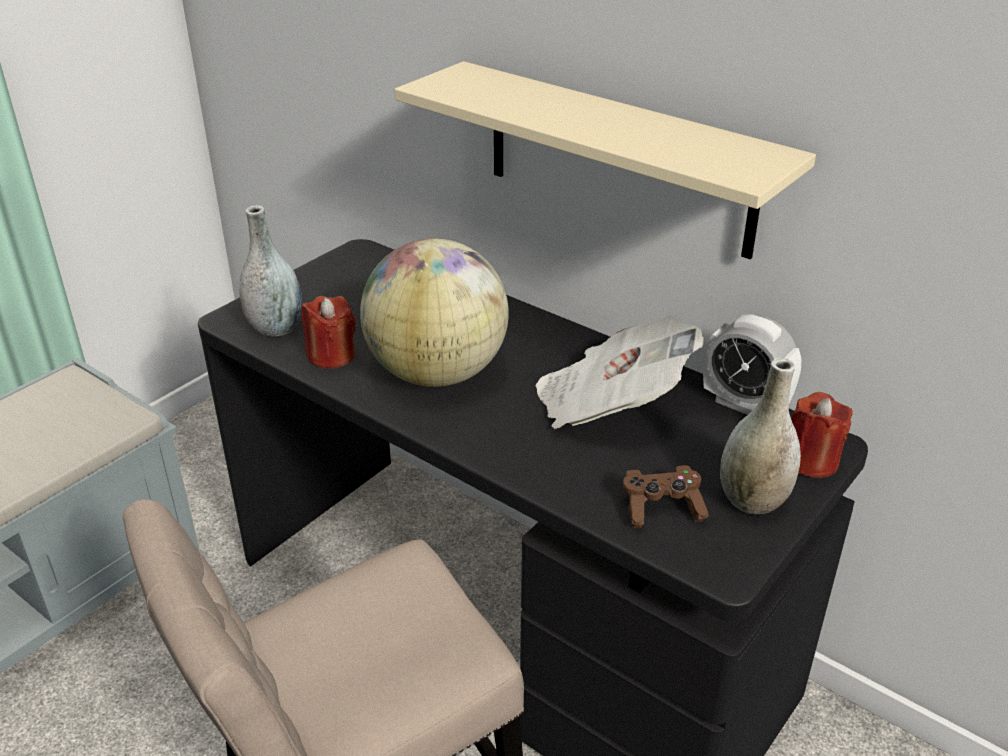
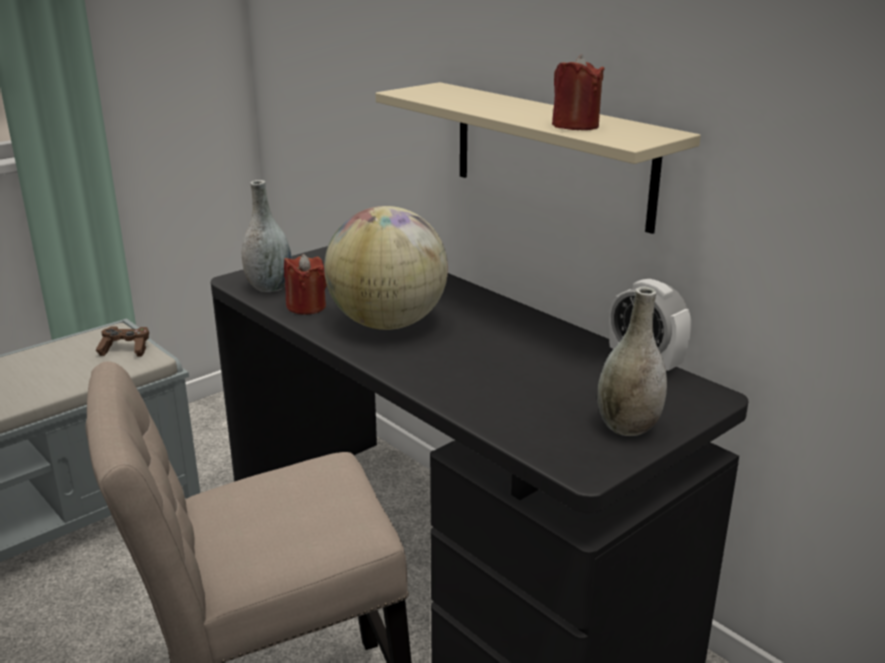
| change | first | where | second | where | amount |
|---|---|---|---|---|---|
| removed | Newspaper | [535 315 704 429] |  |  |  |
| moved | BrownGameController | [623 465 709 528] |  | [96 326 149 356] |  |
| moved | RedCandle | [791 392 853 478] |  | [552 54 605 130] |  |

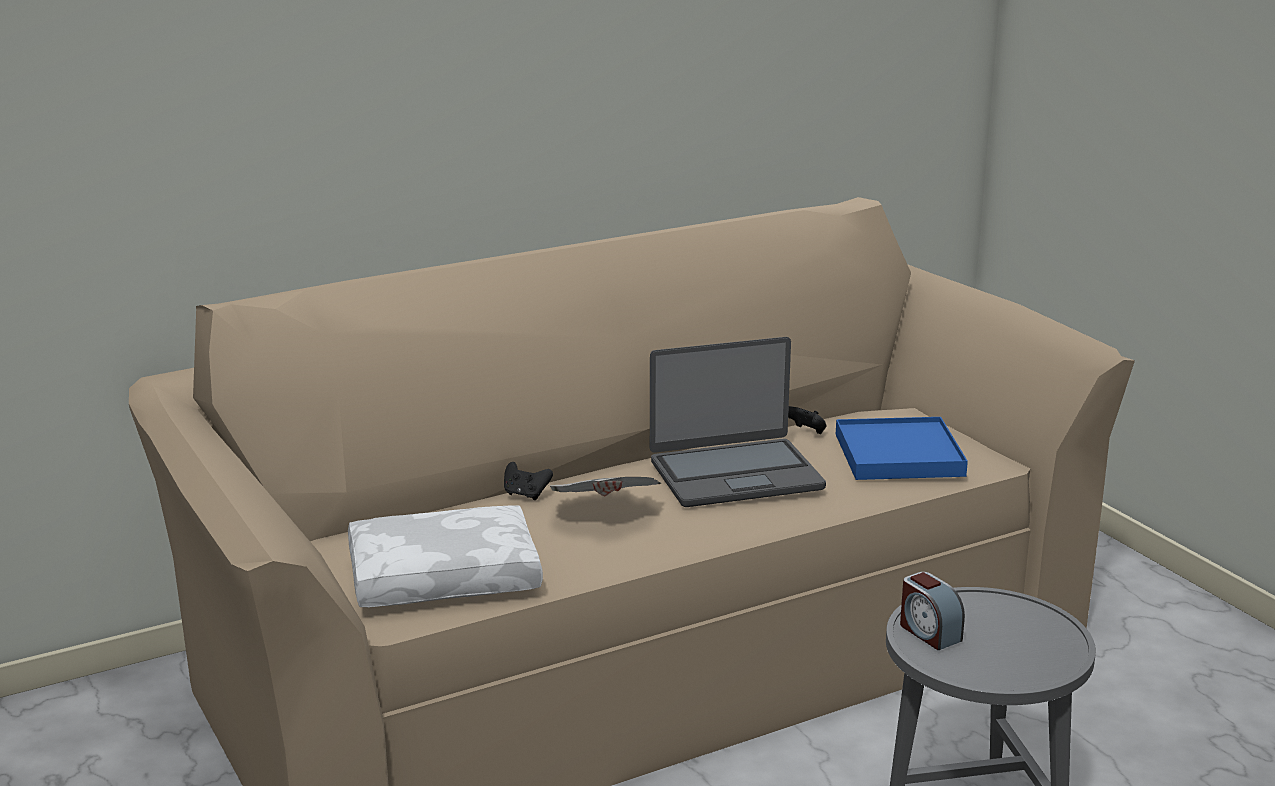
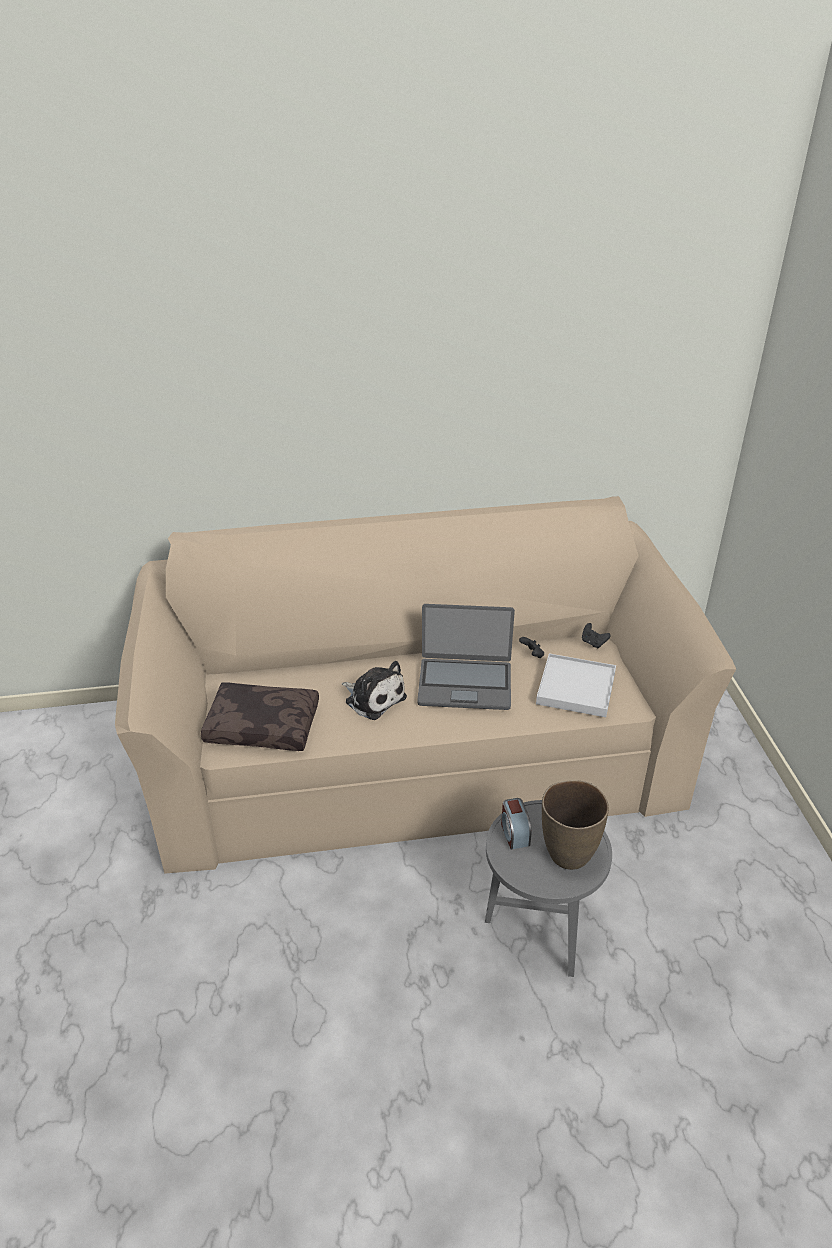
| change | first | where | second | where | amount |
|---|---|---|---|---|---|
| added |  |  | BrownVase | [542 780 609 870] |  |
| moved | BlackGameController | [504 462 553 500] |  | [582 623 611 649] |  |
| replaced | Newspaper | [550 477 661 496] | PlushToy | [342 661 407 720] |  |
| recoloured | WhitePillow | [348 505 543 607] | BrownPillow | [201 682 319 751] |  |
| recoloured | BlueTray | [836 417 968 480] | WhiteTray | [536 653 616 717] |  |

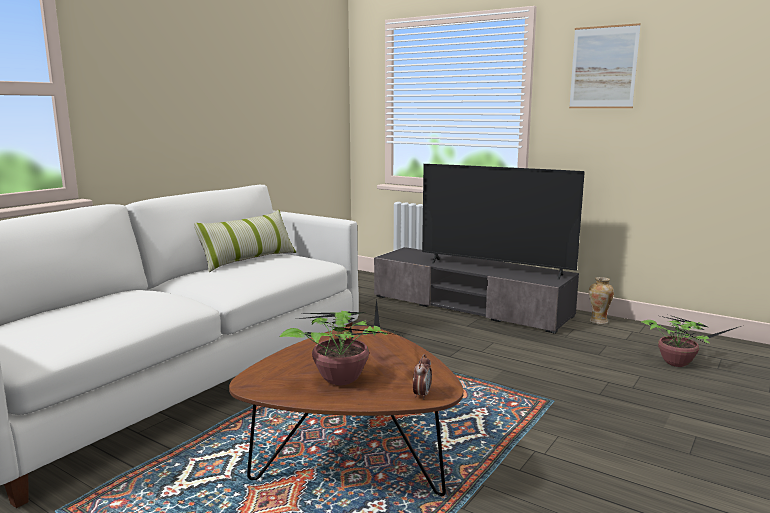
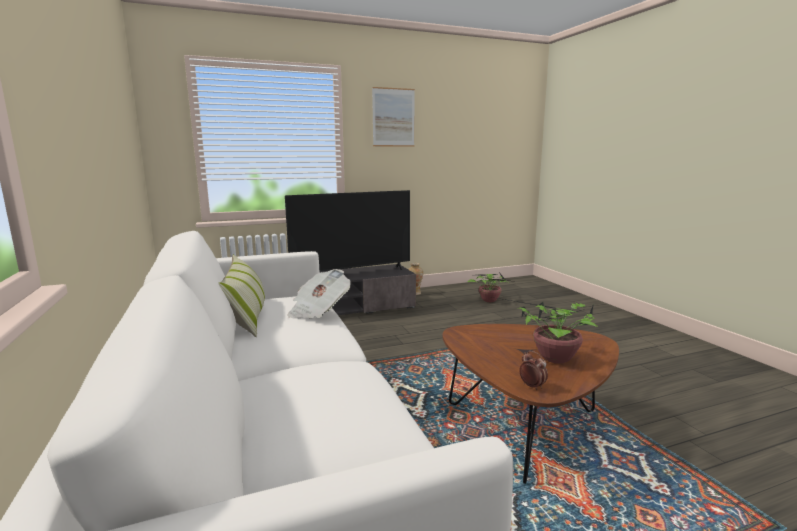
| change | first | where | second | where | amount |
|---|---|---|---|---|---|
| added |  |  | Newspaper | [287 269 351 319] |  |
| moved | AlarmClock | [413 354 432 400] |  | [519 351 548 390] |  |

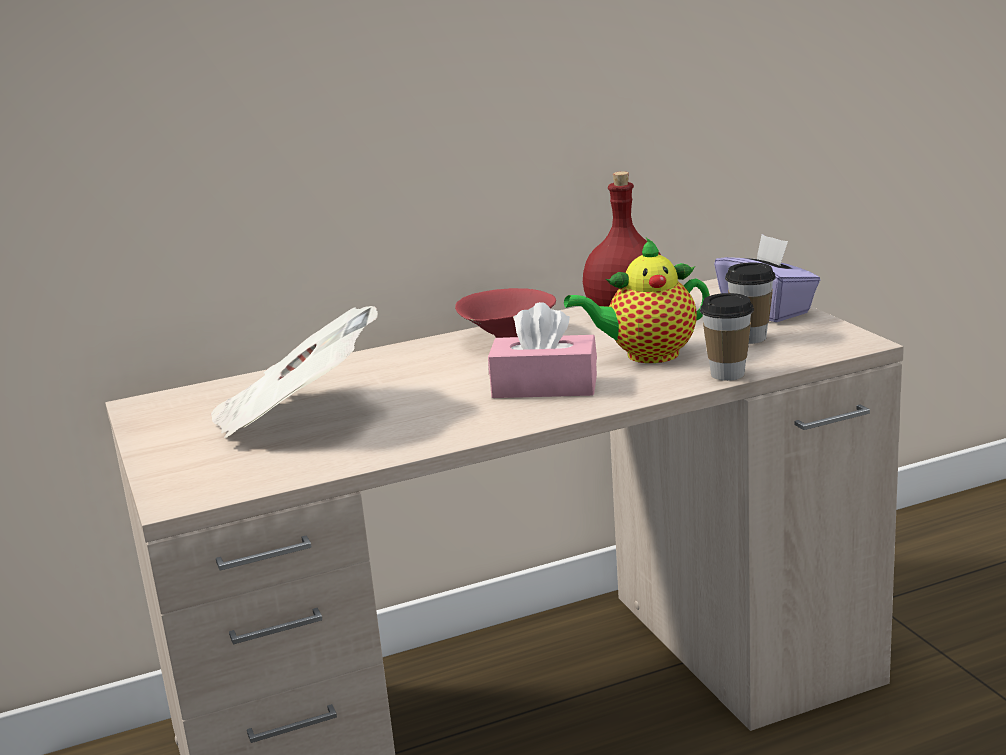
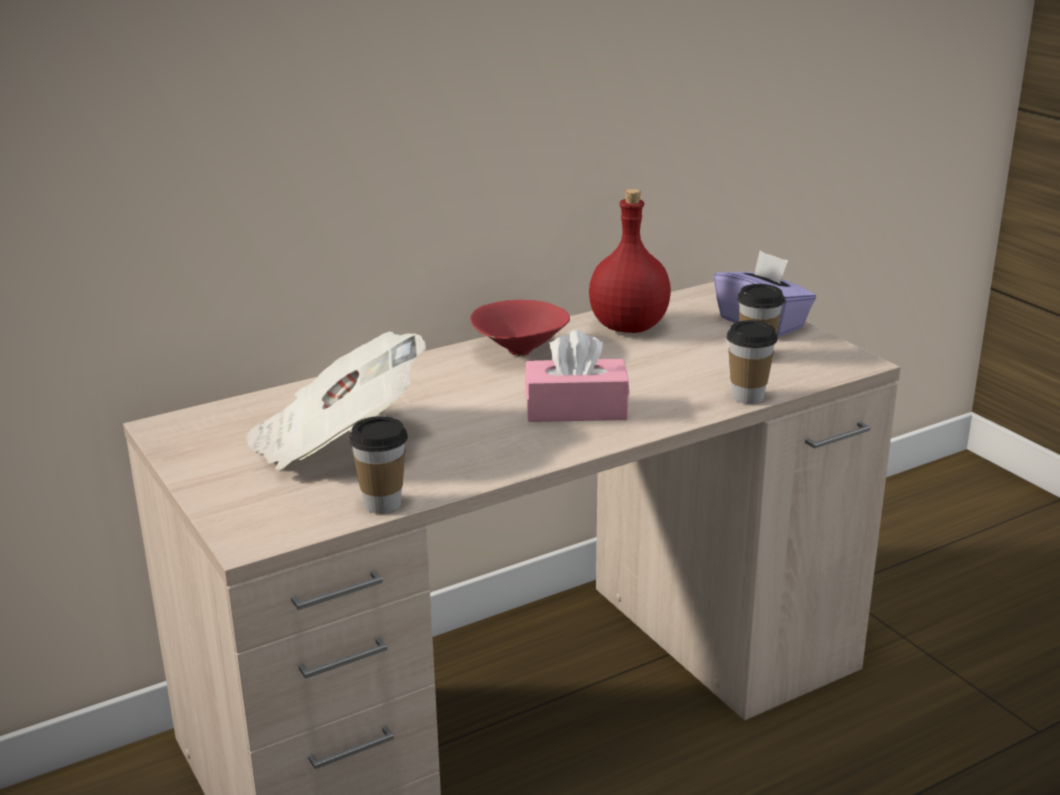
| change | first | where | second | where | amount |
|---|---|---|---|---|---|
| removed | Teapot | [564 238 710 363] |  |  |  |
| added |  |  | Cup | [349 416 408 514] |  |

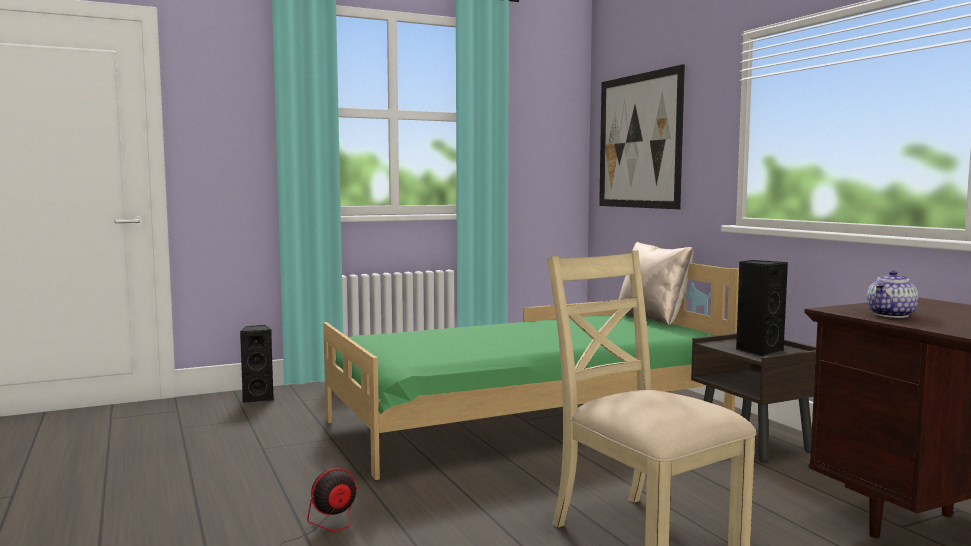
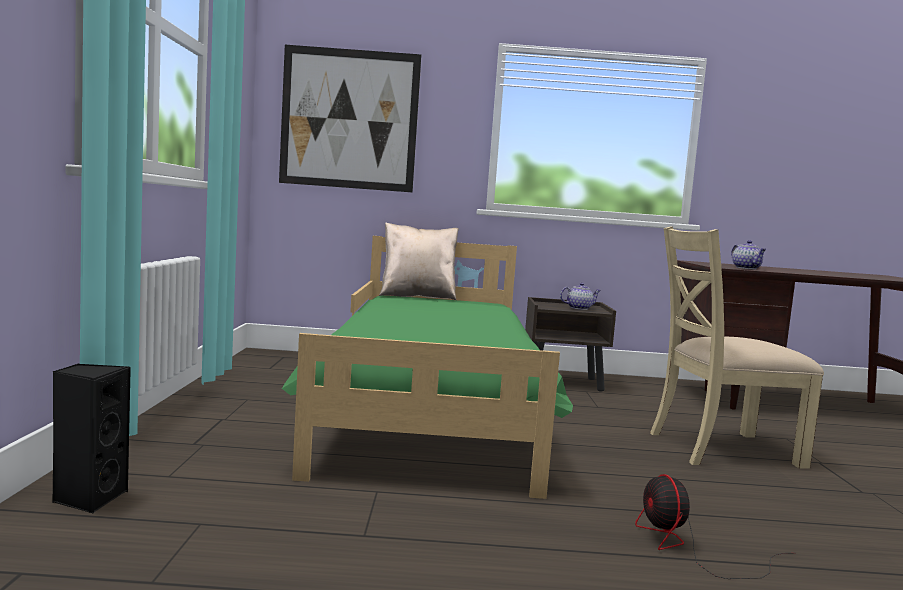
| change | first | where | second | where | amount |
|---|---|---|---|---|---|
| replaced | BlackSpeaker | [736 260 788 356] | Teapot | [560 283 601 310] |  |

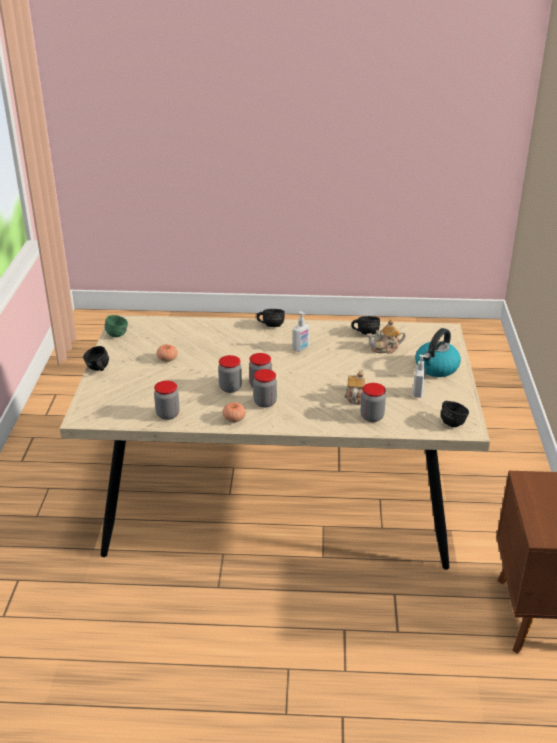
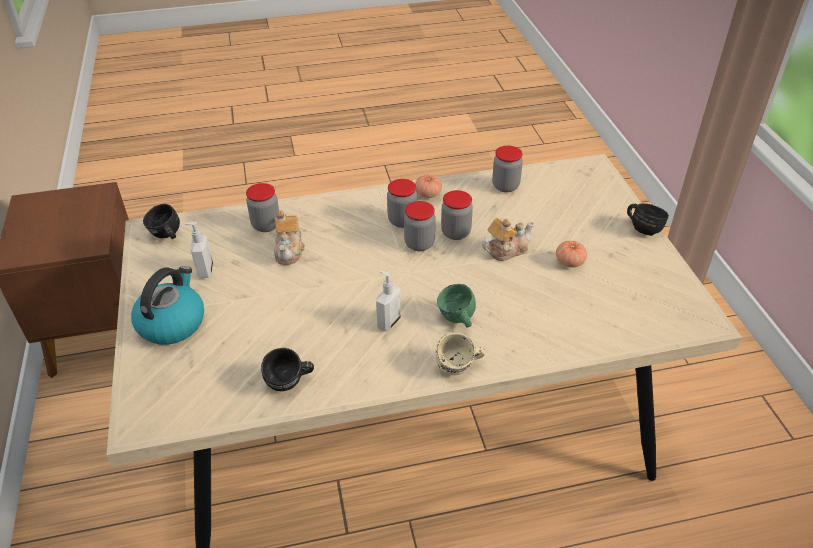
| change | first | where | second | where | amount |
|---|---|---|---|---|---|
| moved | GreenMug | [105 315 128 338] |  | [437 284 476 327] |  |
| moved | Teapot | [367 319 406 354] |  | [482 218 534 261] |  |
| recoloured | BlackMug | [257 309 285 327] | BeigeMug | [435 333 485 375] |  |

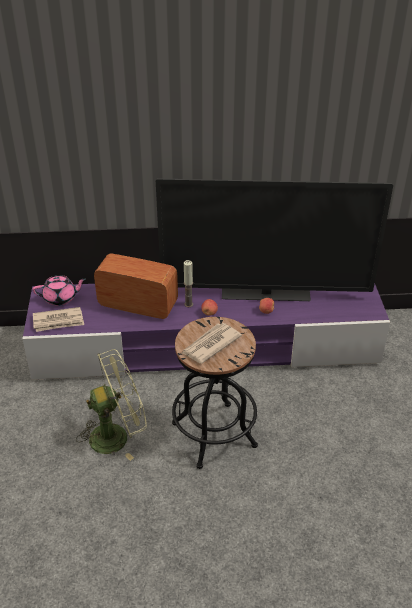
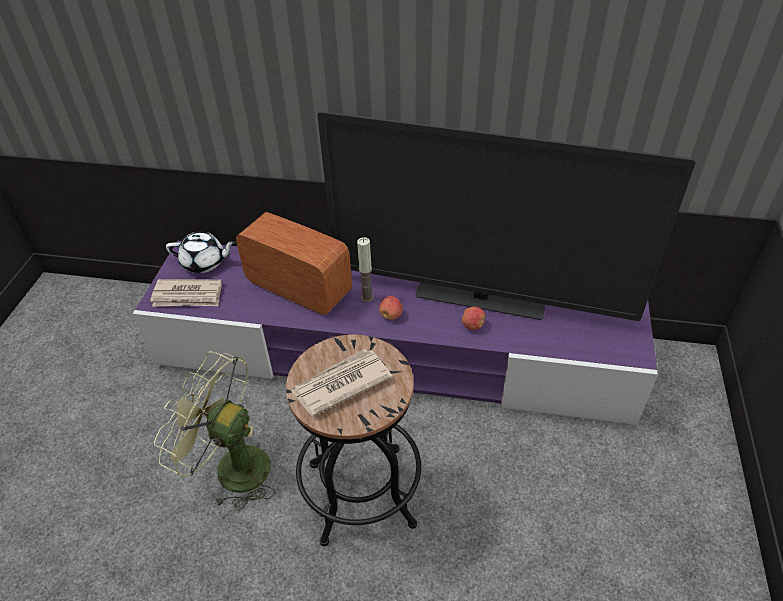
| change | first | where | second | where | amount |
|---|---|---|---|---|---|
| recoloured | PinkTeapot | [32 275 86 306] | WhiteTeapot | [166 231 236 273] |  |
| turned | GreenFan | [76 349 147 461] |  | [154 351 275 511] | 150 degrees counterclockwise |

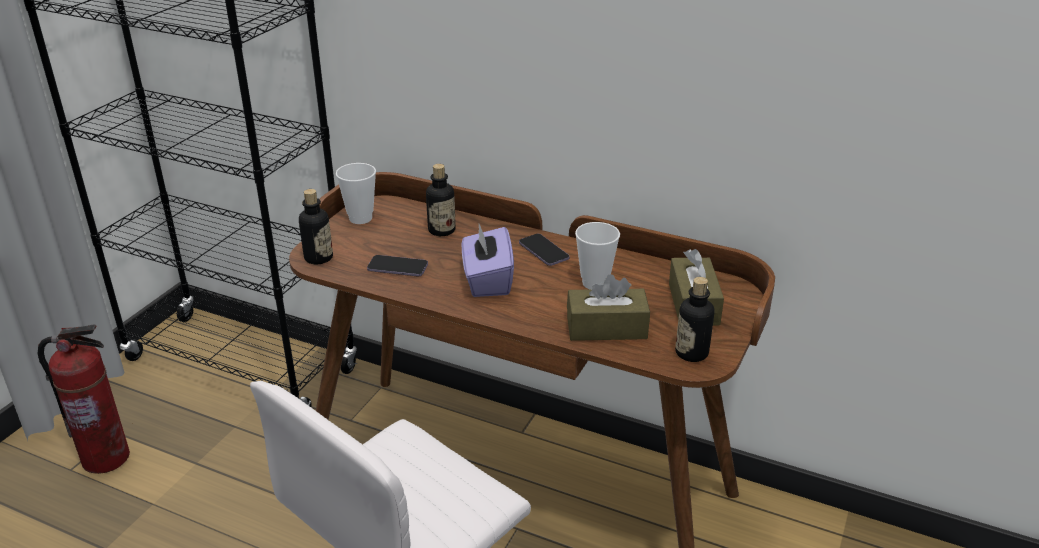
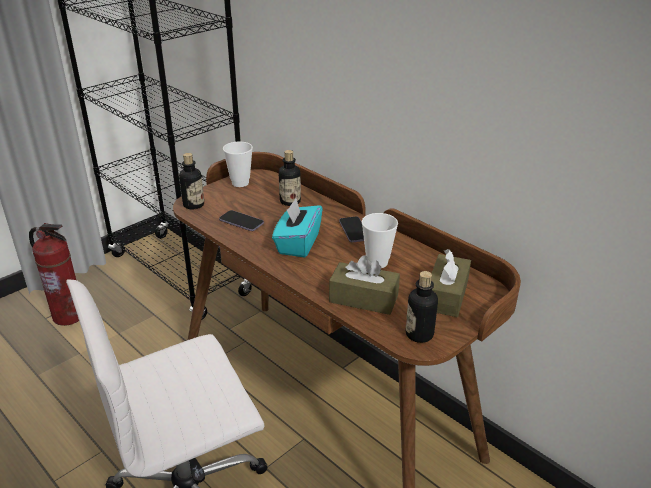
| change | first | where | second | where | amount |
|---|---|---|---|---|---|
| recoloured | PurpleTissueBox | [462 224 514 297] | TurquoiseTissueBox | [272 198 323 258] |  |

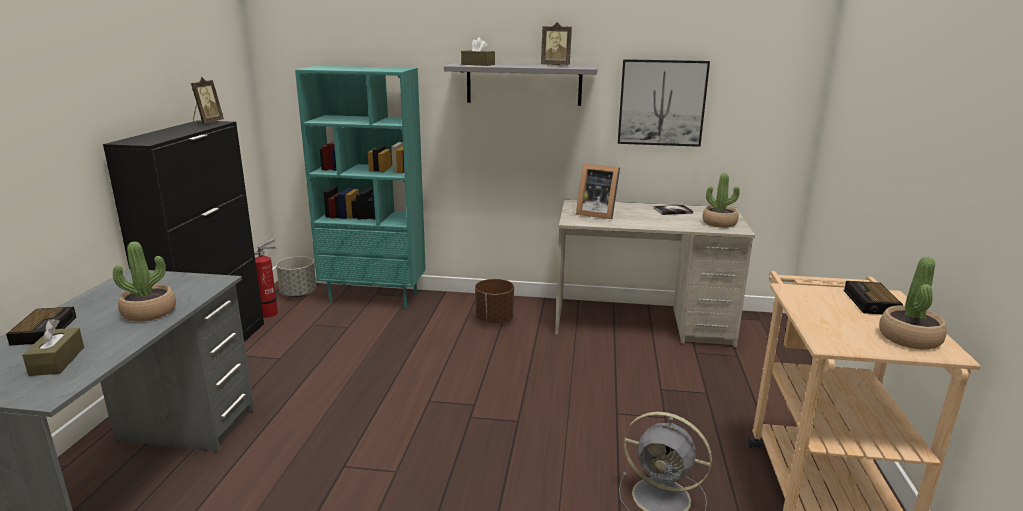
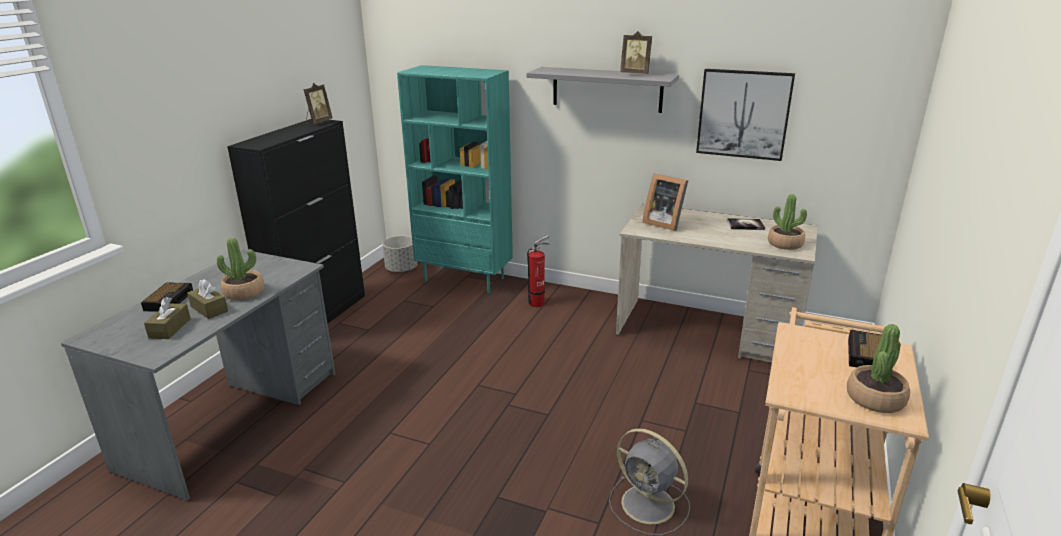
| change | first | where | second | where | amount |
|---|---|---|---|---|---|
| removed | BrownPlanter | [475 279 514 324] |  |  |  |
| moved | FireExtinguisher | [254 239 278 317] |  | [527 235 550 307] |  |
| moved | BrownTissueBox | [461 37 495 66] |  | [187 279 228 319] |  |

